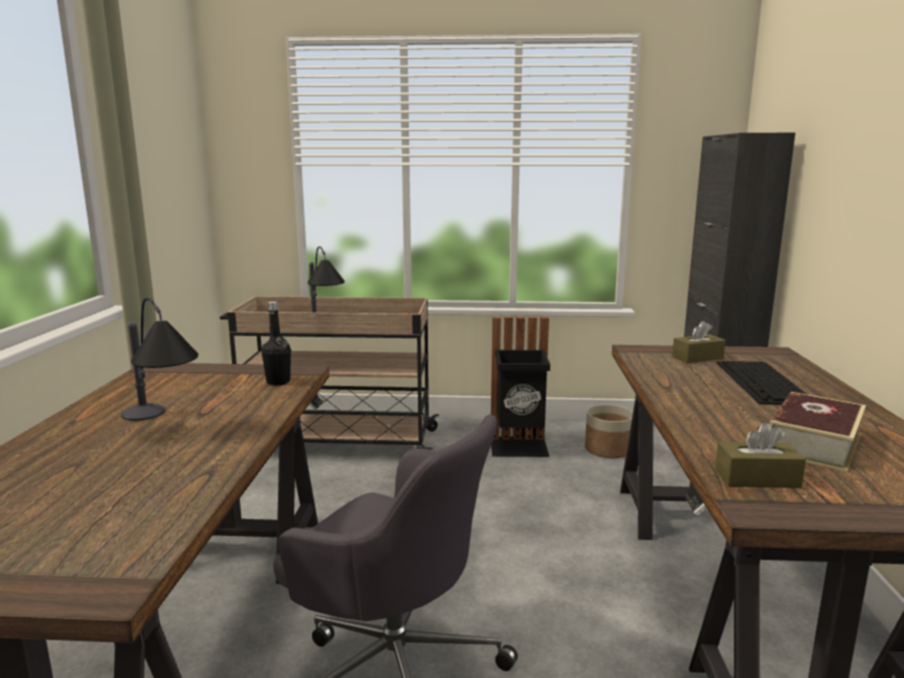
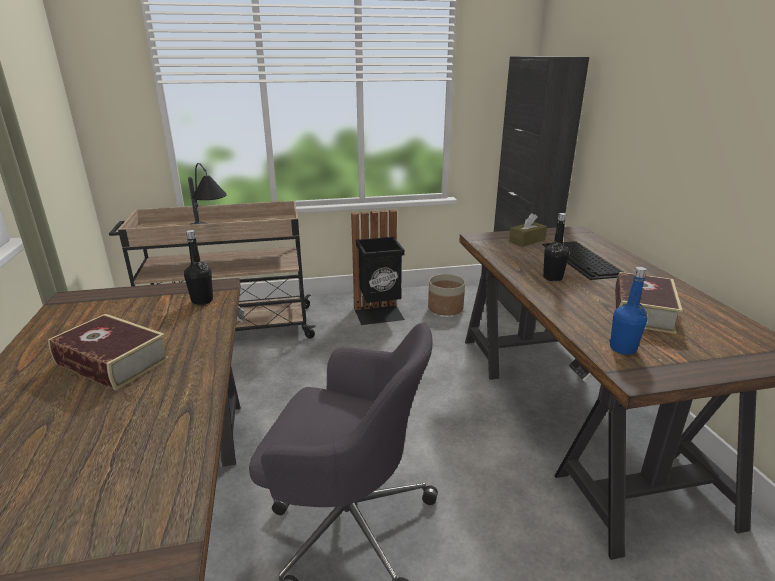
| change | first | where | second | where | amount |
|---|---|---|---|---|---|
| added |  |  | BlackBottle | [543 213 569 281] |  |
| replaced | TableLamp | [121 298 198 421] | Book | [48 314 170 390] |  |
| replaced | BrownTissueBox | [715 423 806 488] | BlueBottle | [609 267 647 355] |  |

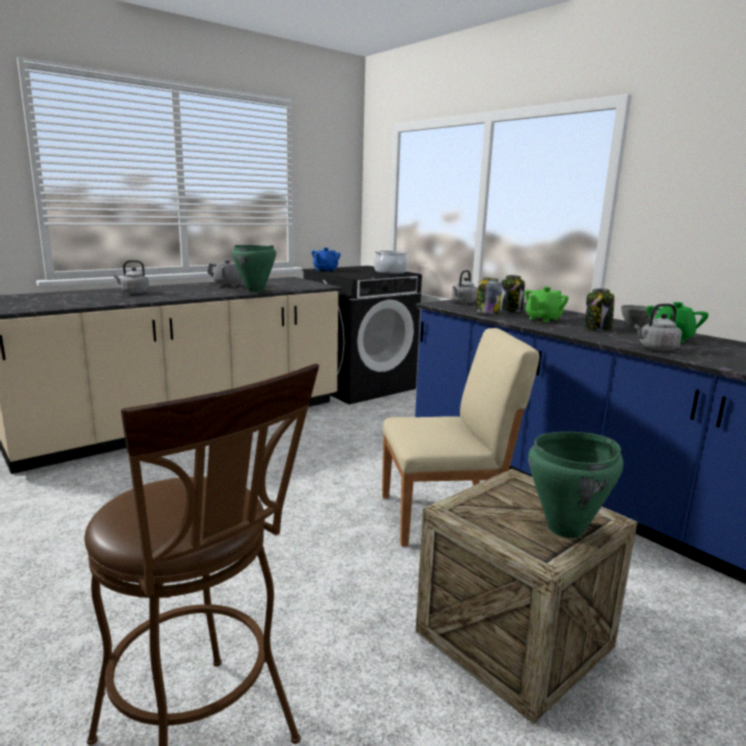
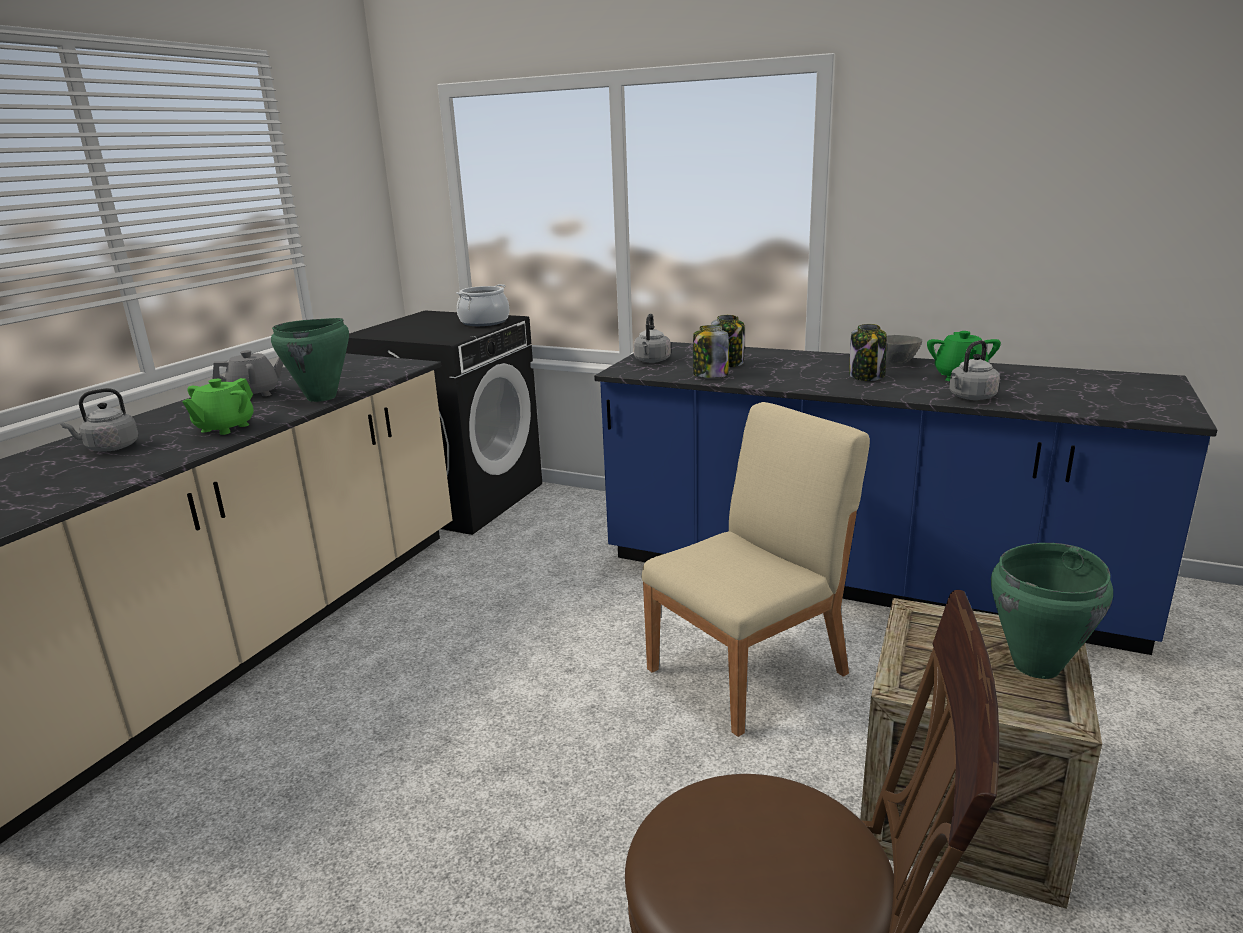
| change | first | where | second | where | amount |
|---|---|---|---|---|---|
| removed | BlueTeapot | [312 248 340 271] |  |  |  |
| moved | GreenTeapot | [525 287 569 322] |  | [182 378 254 435] |  |

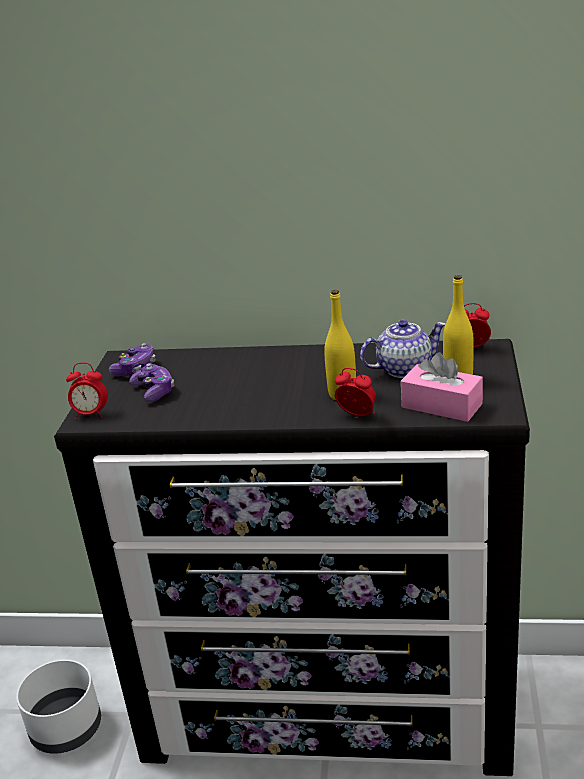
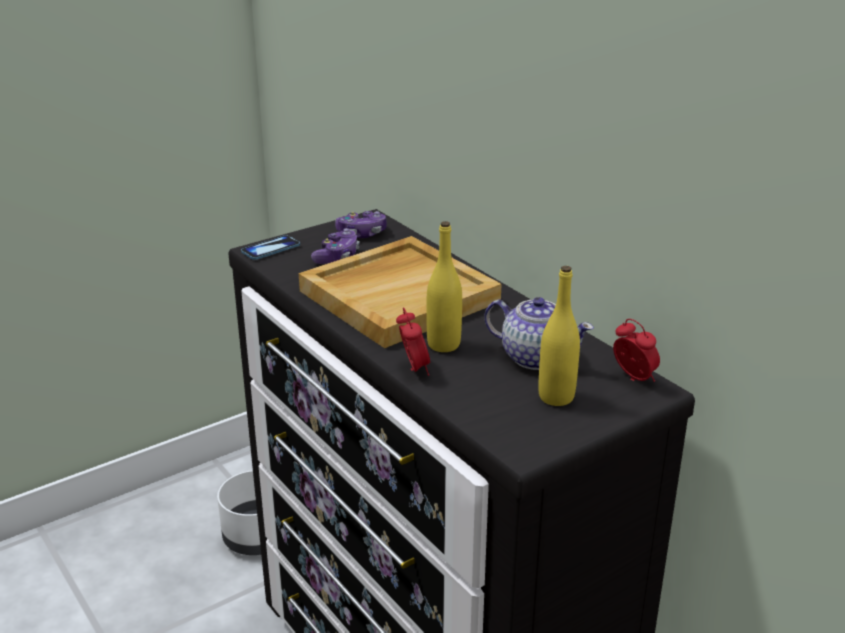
| change | first | where | second | where | amount |
|---|---|---|---|---|---|
| removed | PinkTissueBox | [401 352 483 422] |  |  |  |
| added |  |  | BeigeTray | [299 236 502 348] |  |
| replaced | AlarmClock | [66 363 108 419] | Phone | [241 235 300 260] |  |

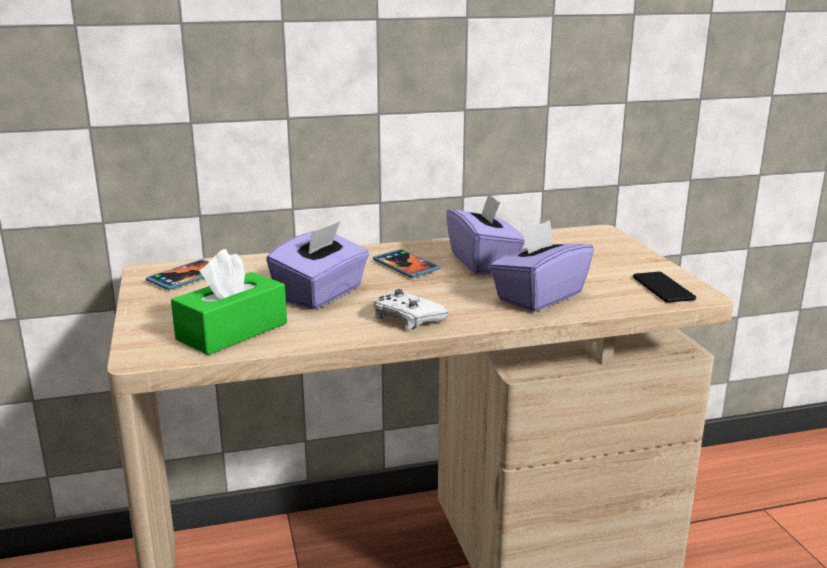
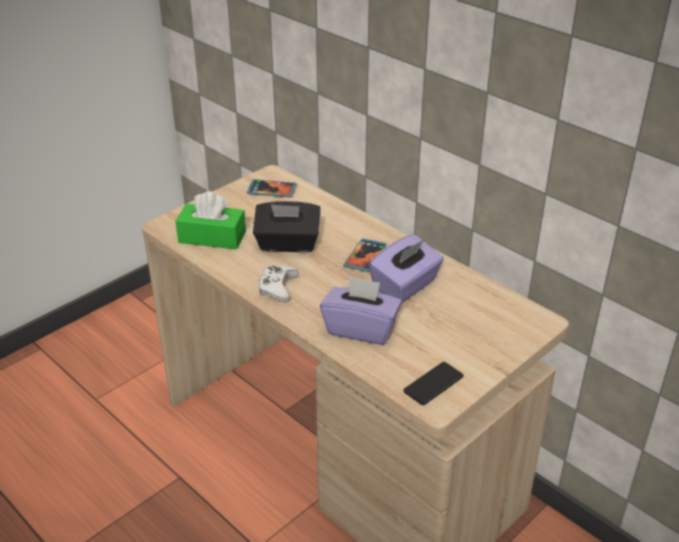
| change | first | where | second | where | amount |
|---|---|---|---|---|---|
| recoloured | PurpleTissueBox | [266 222 369 309] | BlackTissueBox | [253 201 321 252] |  |

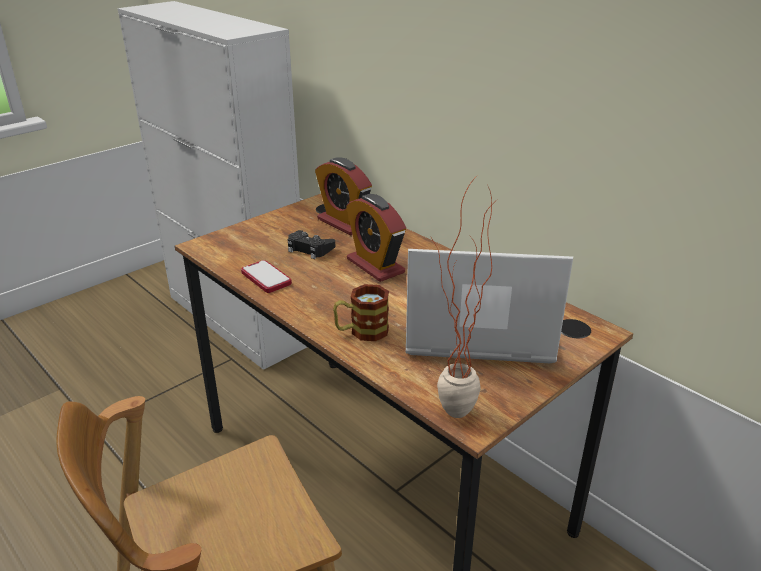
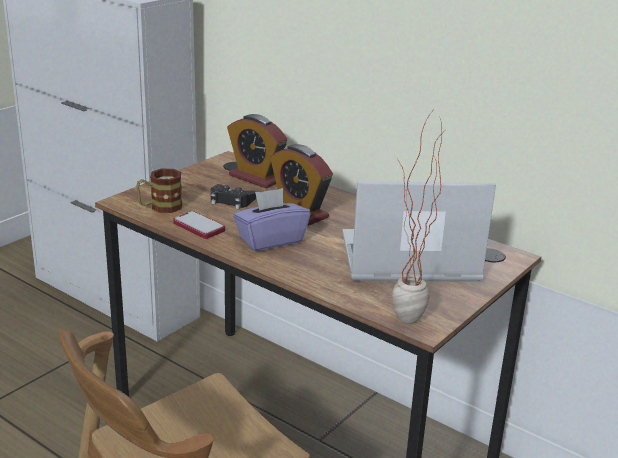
| change | first | where | second | where | amount |
|---|---|---|---|---|---|
| added |  |  | PurpleTissueBox | [233 188 311 251] |  |
| moved | Mug | [333 284 389 341] |  | [136 169 182 213] |  |

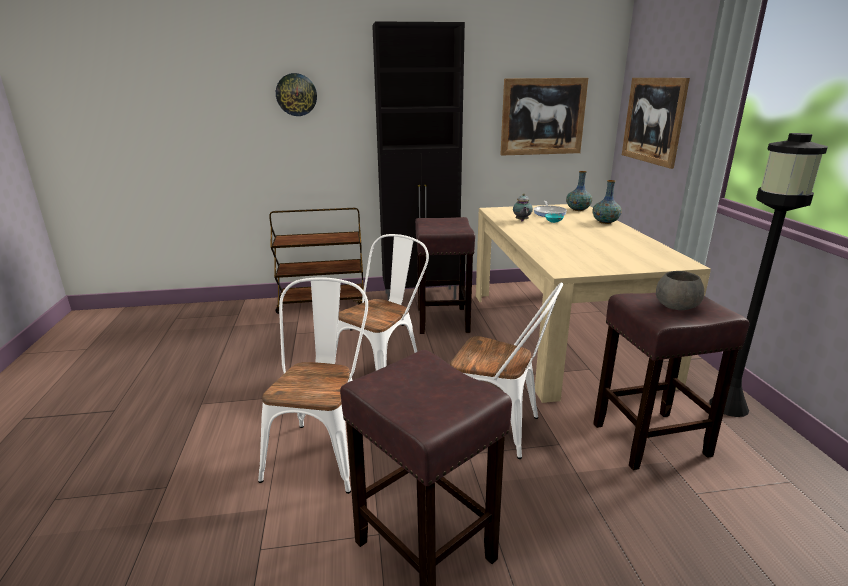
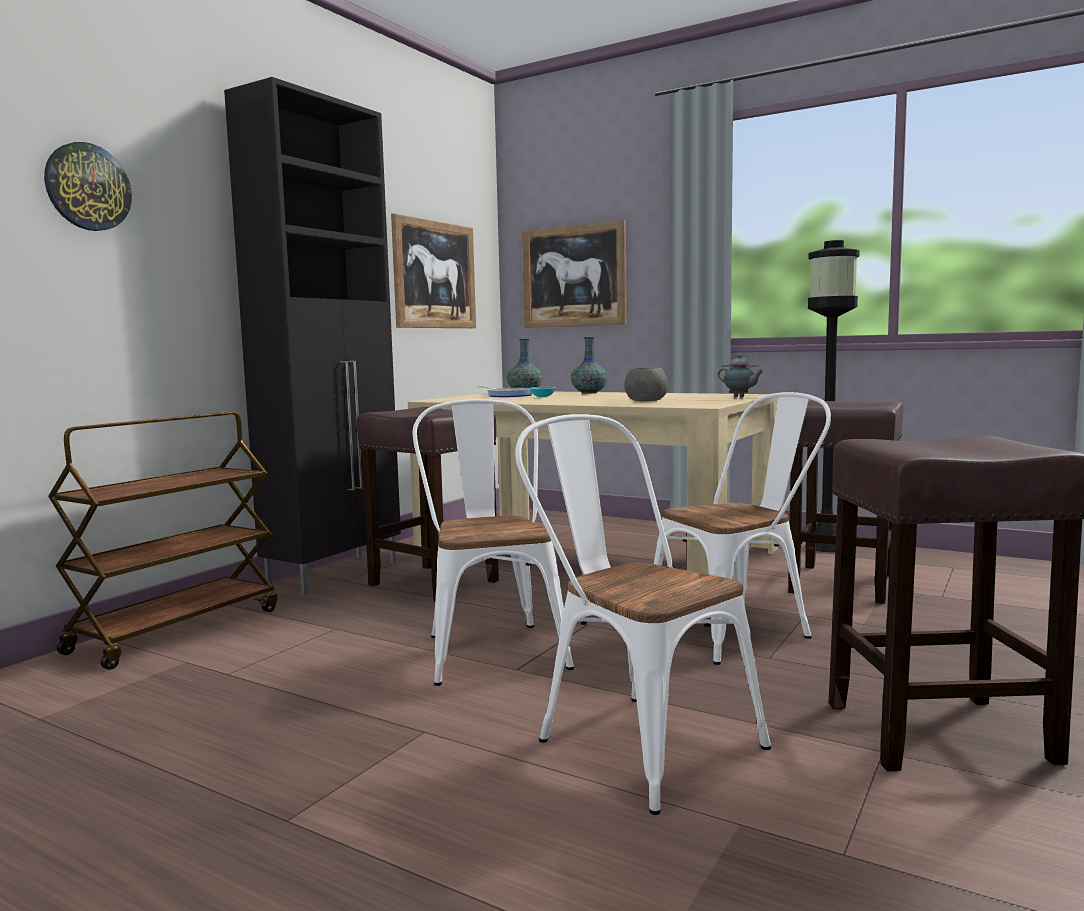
| change | first | where | second | where | amount |
|---|---|---|---|---|---|
| moved | Teapot | [513 194 533 221] |  | [718 354 764 397] |  |
| moved | GreyBowl | [656 271 704 310] |  | [624 368 668 402] |  |

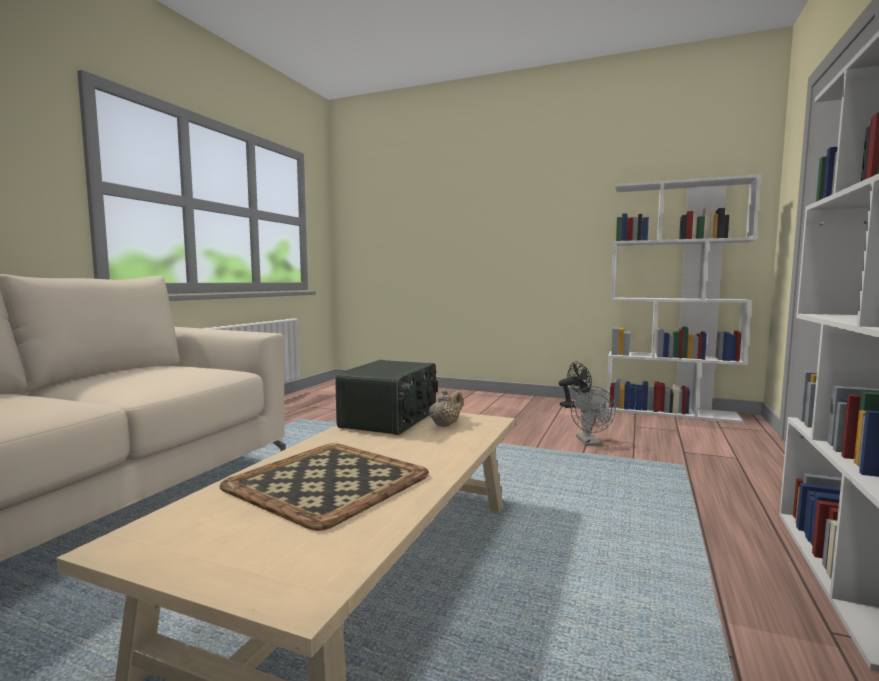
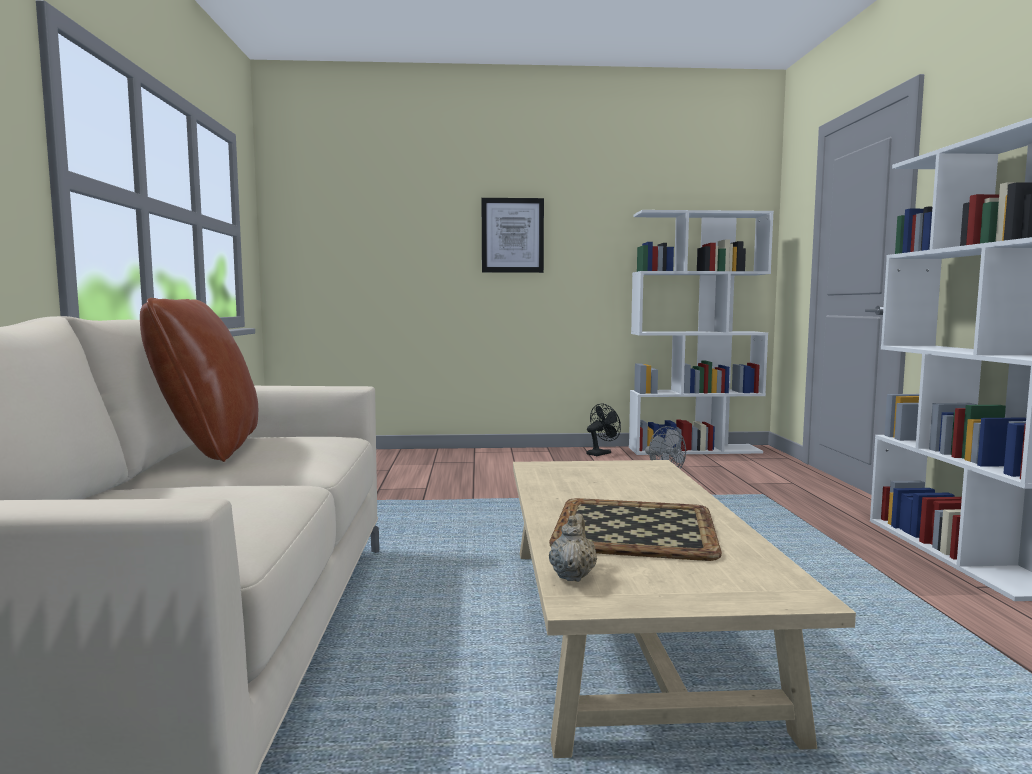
| change | first | where | second | where | amount |
|---|---|---|---|---|---|
| removed | Radio | [335 360 438 435] |  |  |  |
| added |  |  | BrownPillow | [140 298 258 462] |  |
| added |  |  | Picture | [482 198 544 273] |  |
| moved | BeigeTeapot | [429 389 463 427] |  | [549 513 597 582] |  |

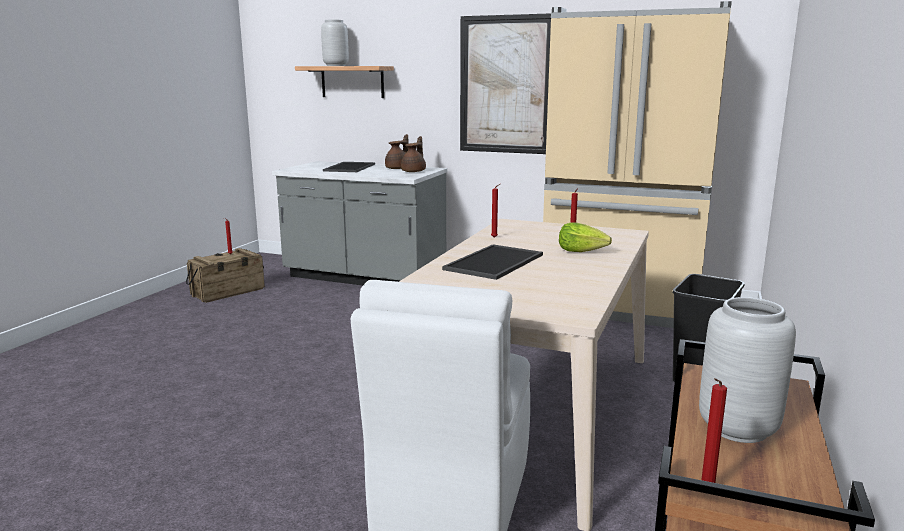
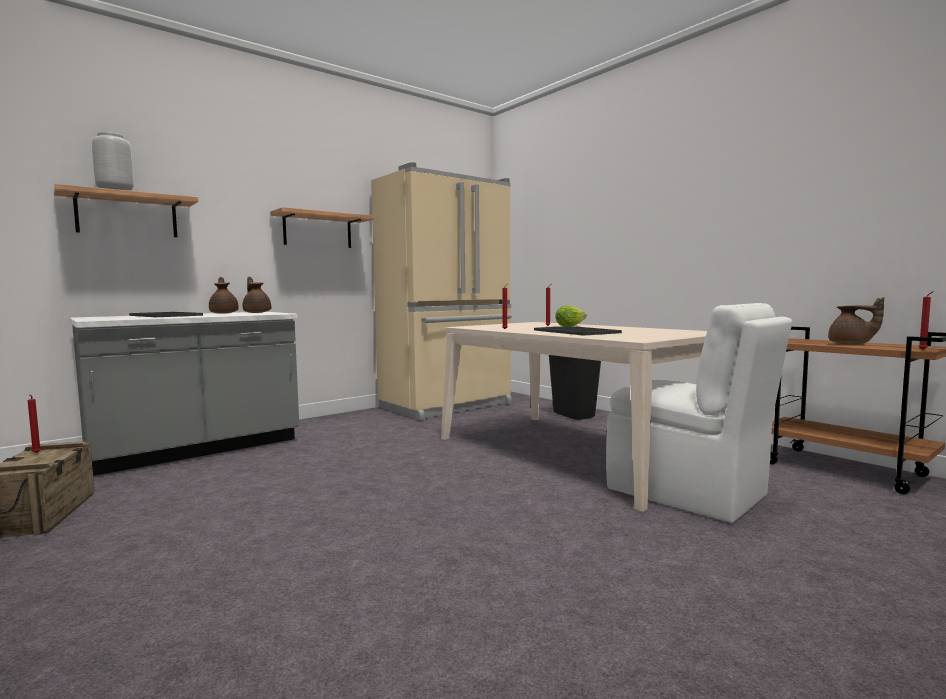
| change | first | where | second | where | amount |
|---|---|---|---|---|---|
| replaced | Picture | [460 13 551 154] | Shelf | [270 207 374 248] |  |
| replaced | GreyVase | [699 297 796 443] | BrownTeapot | [828 297 884 344] |  |

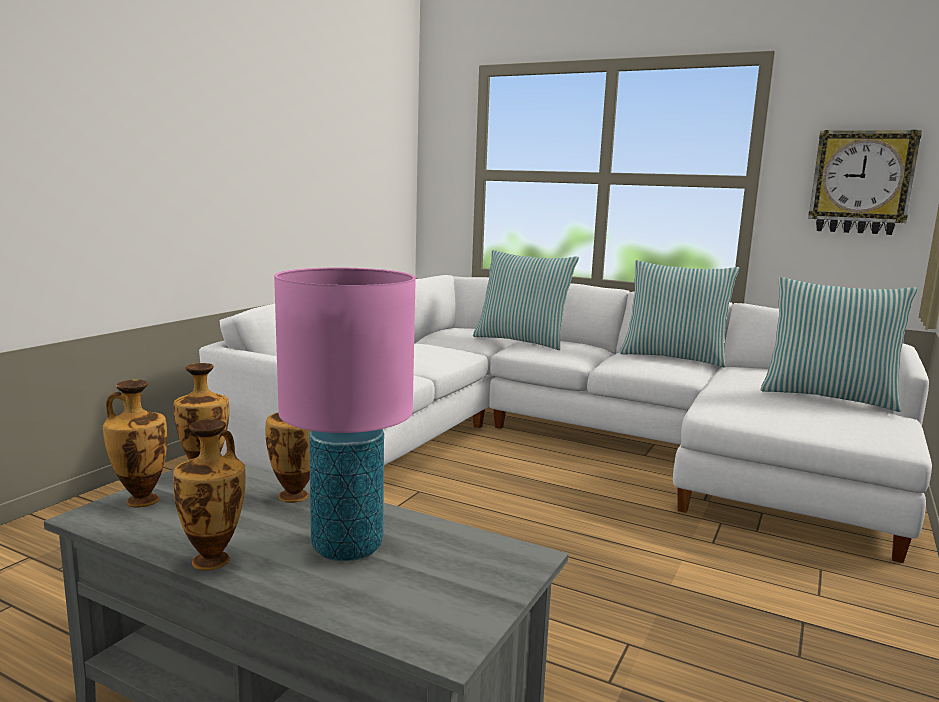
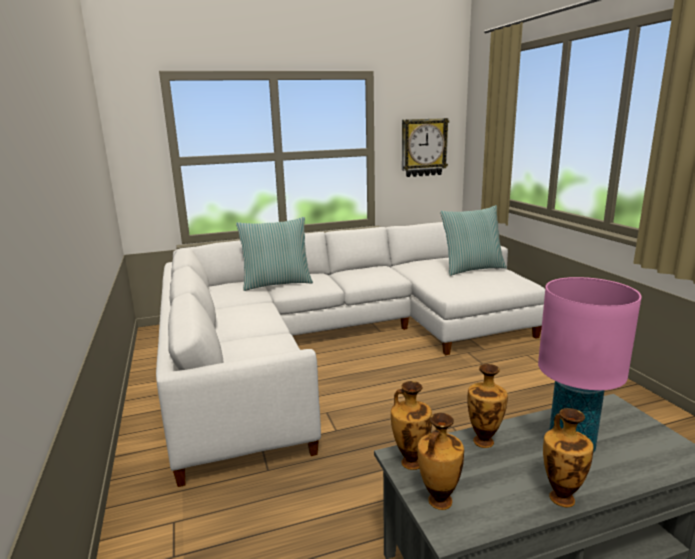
| change | first | where | second | where | amount |
|---|---|---|---|---|---|
| removed | Pillow | [620 260 739 368] |  |  |  |

